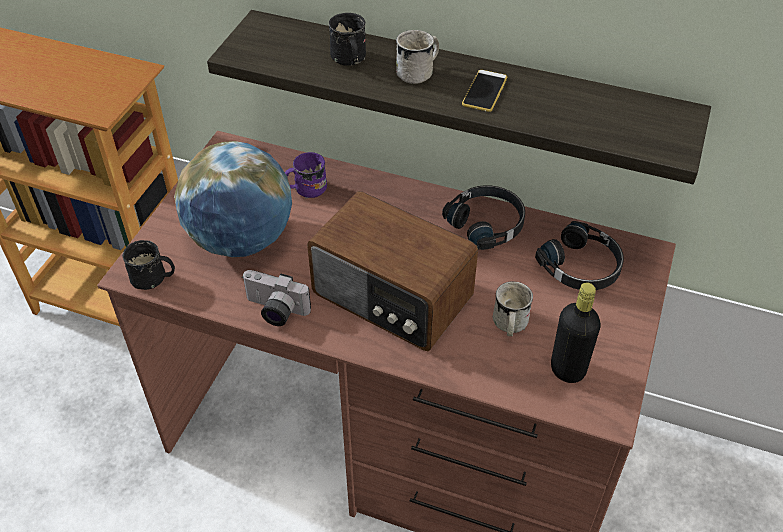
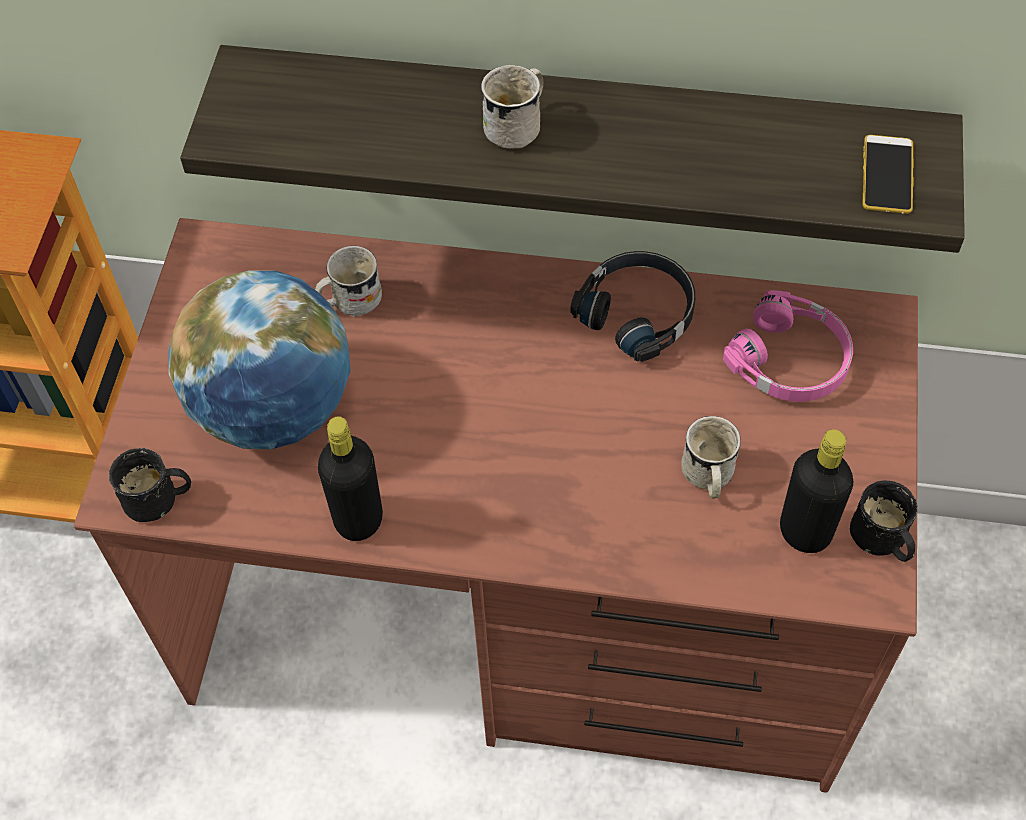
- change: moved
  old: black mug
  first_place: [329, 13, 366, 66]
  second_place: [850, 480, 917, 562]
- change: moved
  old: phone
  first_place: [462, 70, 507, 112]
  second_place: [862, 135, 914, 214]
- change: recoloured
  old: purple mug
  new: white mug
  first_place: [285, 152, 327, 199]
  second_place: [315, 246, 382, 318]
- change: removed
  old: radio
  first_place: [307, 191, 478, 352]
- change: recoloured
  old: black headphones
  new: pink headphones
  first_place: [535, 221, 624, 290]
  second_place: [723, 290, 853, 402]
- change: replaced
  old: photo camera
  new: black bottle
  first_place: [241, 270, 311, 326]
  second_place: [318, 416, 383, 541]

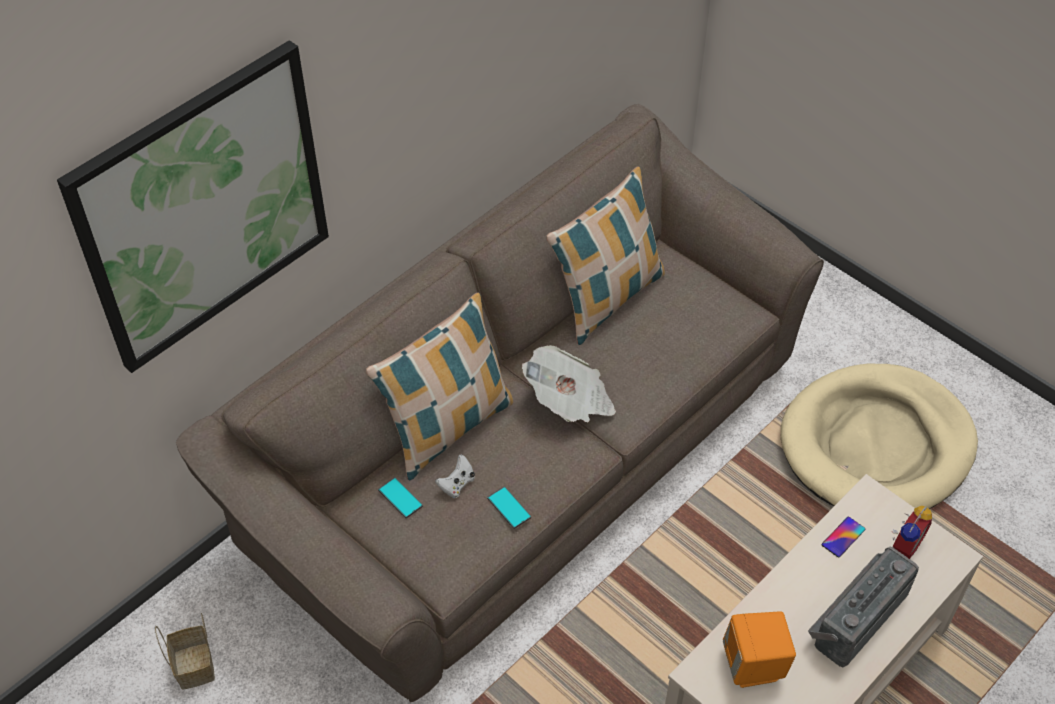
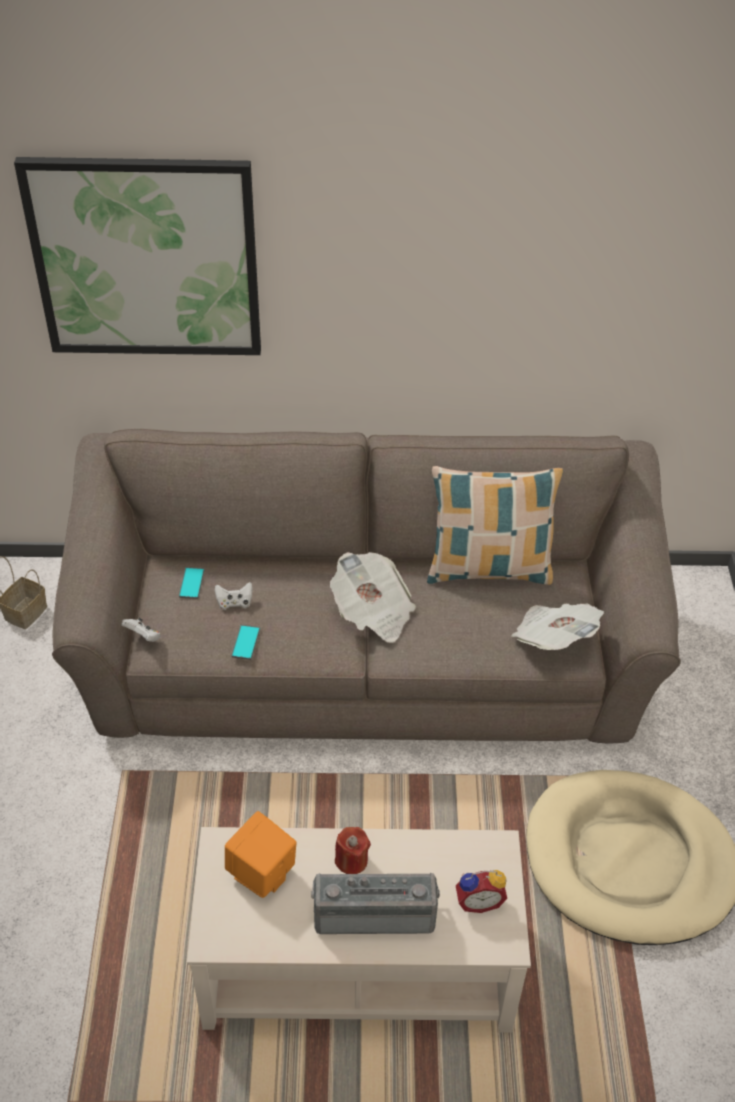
- change: removed
  old: pillow
  first_place: [366, 293, 513, 480]
- change: removed
  old: phone
  first_place: [822, 517, 865, 557]
- change: added
  new: newspaper
  second_place: [512, 603, 604, 650]
- change: added
  new: white game controller
  second_place: [122, 618, 161, 642]
- change: added
  new: red candle
  second_place: [335, 827, 371, 874]

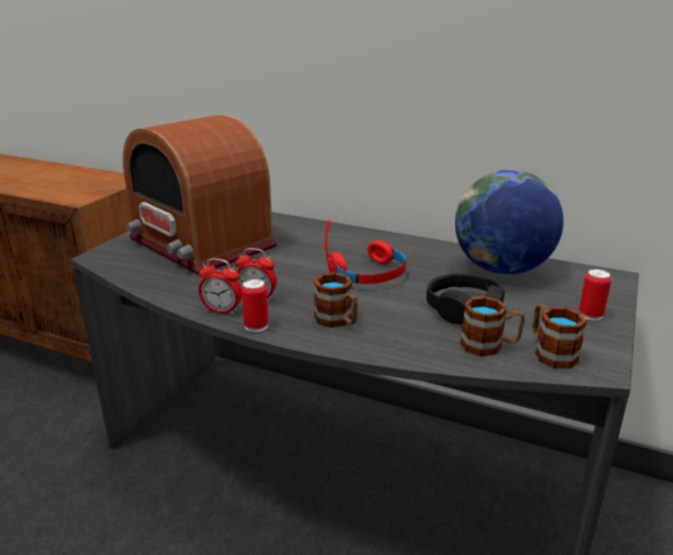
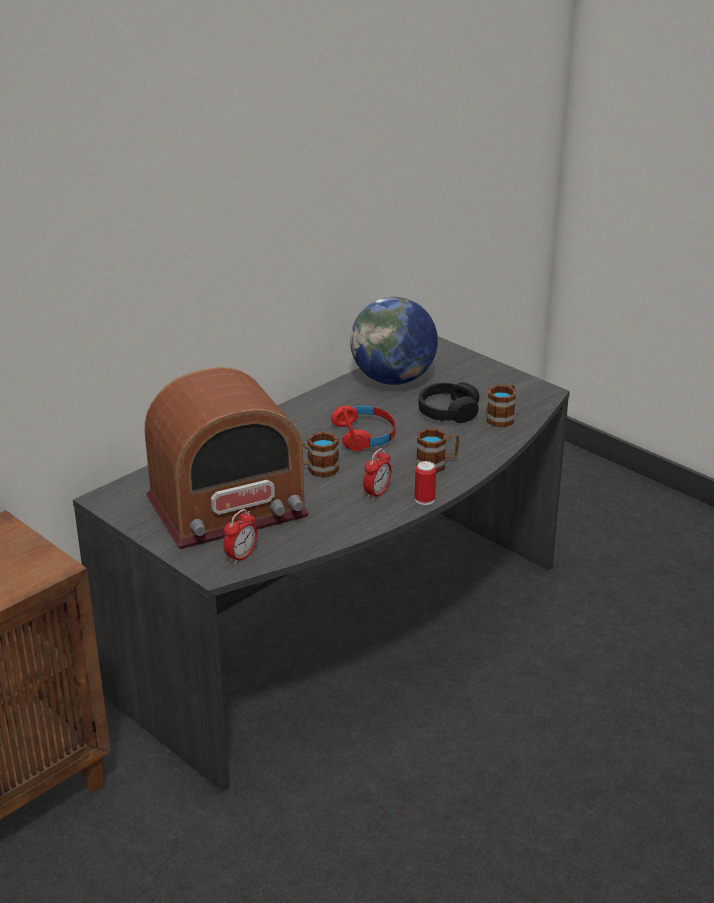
- change: moved
  old: alarm clock
  first_place: [199, 258, 242, 315]
  second_place: [223, 509, 257, 564]
- change: removed
  old: can
  first_place: [579, 269, 611, 321]
- change: moved
  old: mug
  first_place: [533, 305, 587, 369]
  second_place: [302, 432, 339, 478]

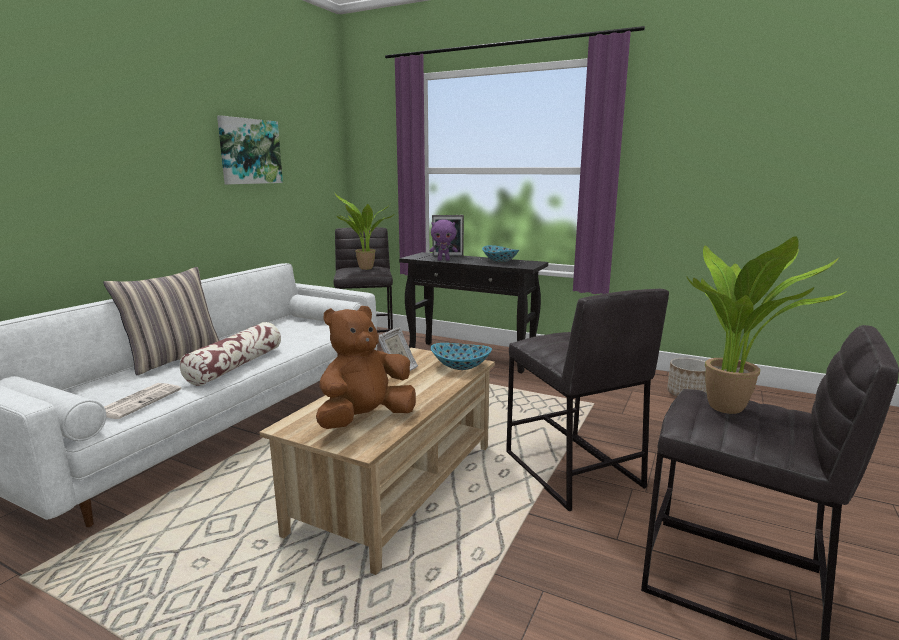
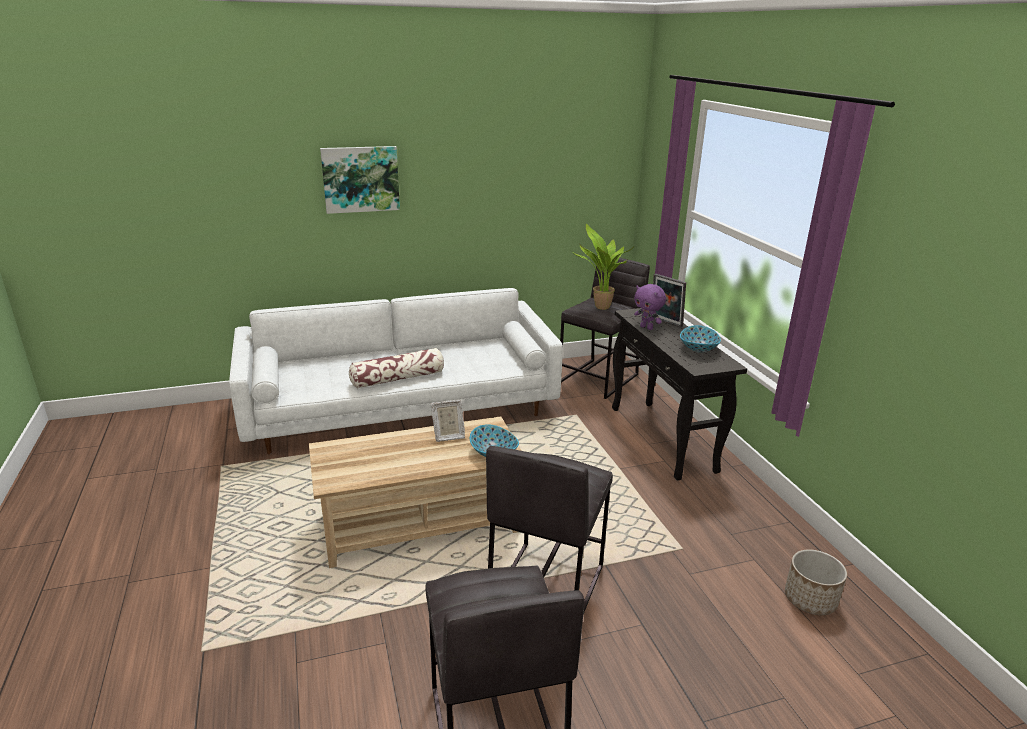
- change: moved
  old: picture
  first_place: [217, 115, 283, 184]
  second_place: [320, 146, 400, 214]
- change: removed
  old: potted plant
  first_place: [686, 236, 847, 414]
- change: removed
  old: pillow
  first_place: [103, 267, 220, 375]
- change: removed
  old: brown plush toy
  first_place: [316, 306, 416, 429]
- change: removed
  old: newspaper
  first_place: [104, 383, 182, 419]

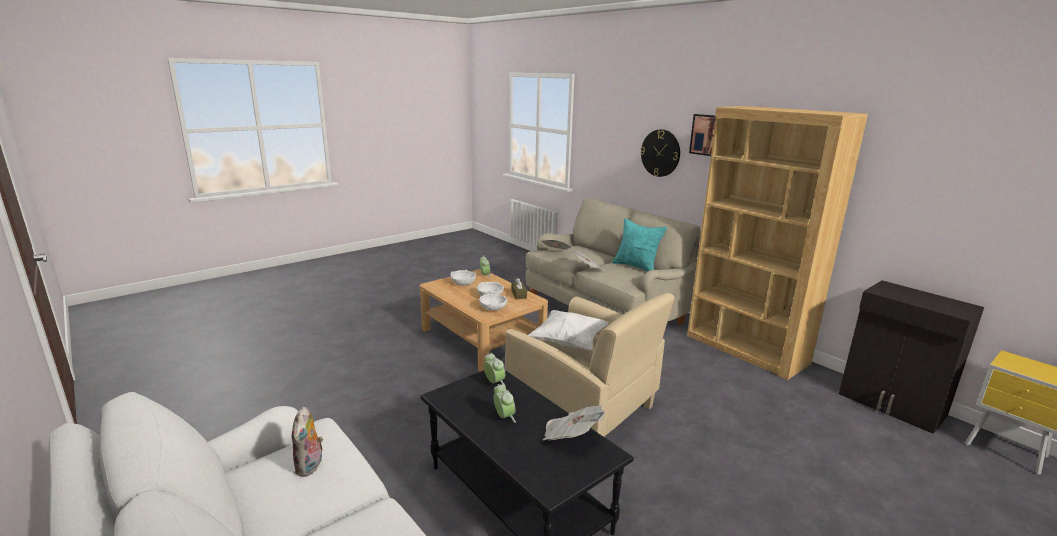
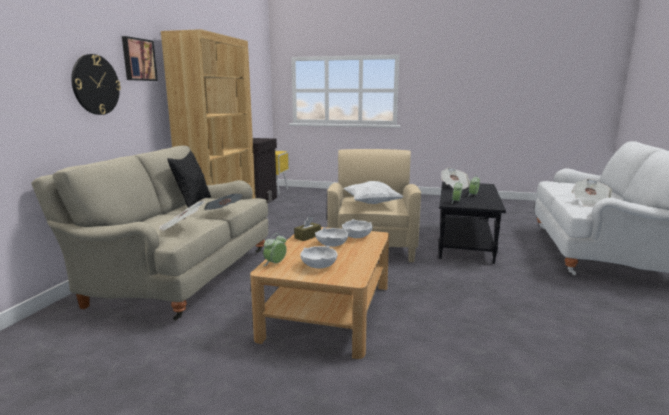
- change: recoloured
  old: turquoise pillow
  new: black pillow
  first_place: [612, 218, 667, 272]
  second_place: [167, 151, 211, 208]
- change: replaced
  old: plush toy
  new: newspaper
  first_place: [292, 407, 323, 477]
  second_place: [572, 179, 612, 207]

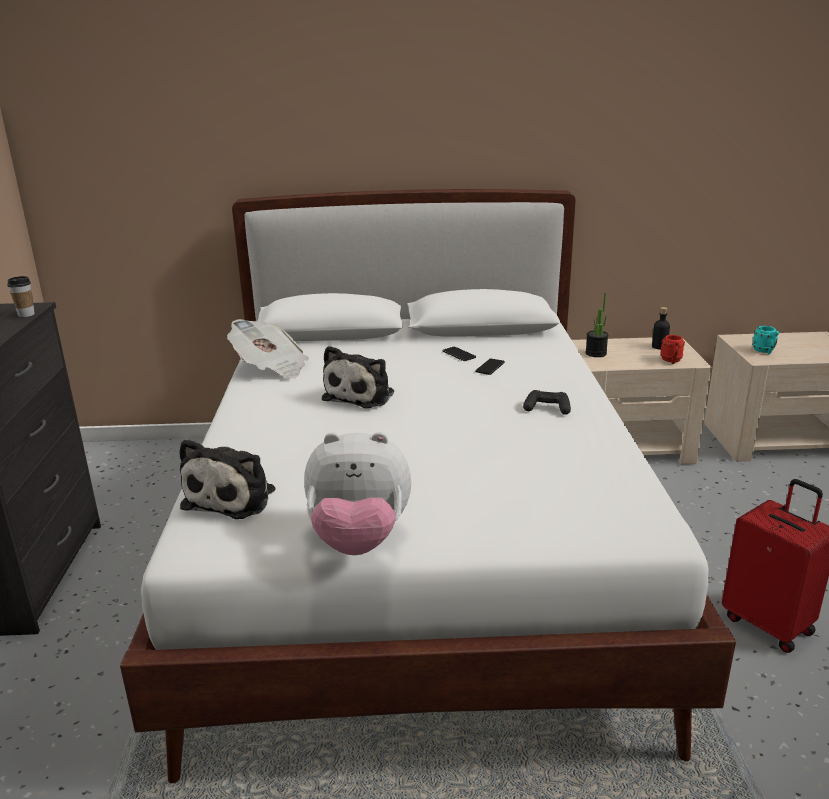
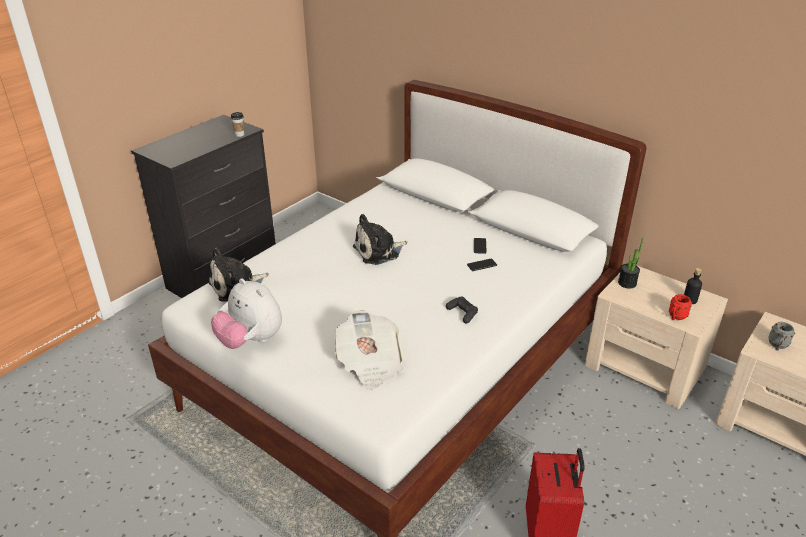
- change: moved
  old: newspaper
  first_place: [227, 319, 309, 378]
  second_place: [335, 310, 404, 390]
- change: recoloured
  old: turquoise mug
  new: grey mug
  first_place: [752, 326, 779, 354]
  second_place: [768, 322, 795, 350]

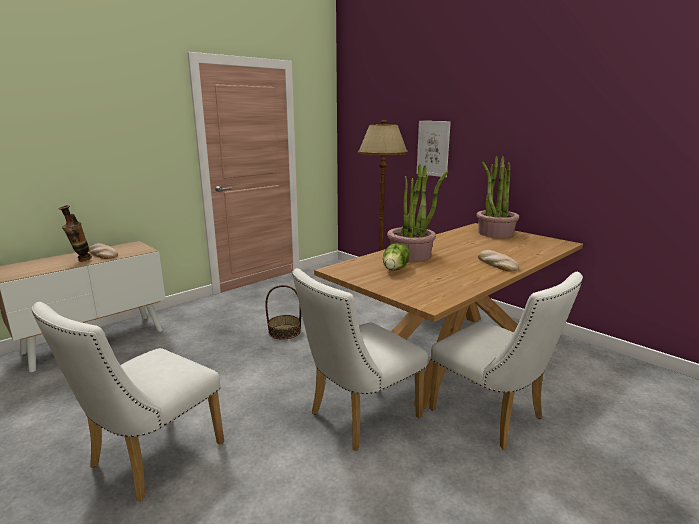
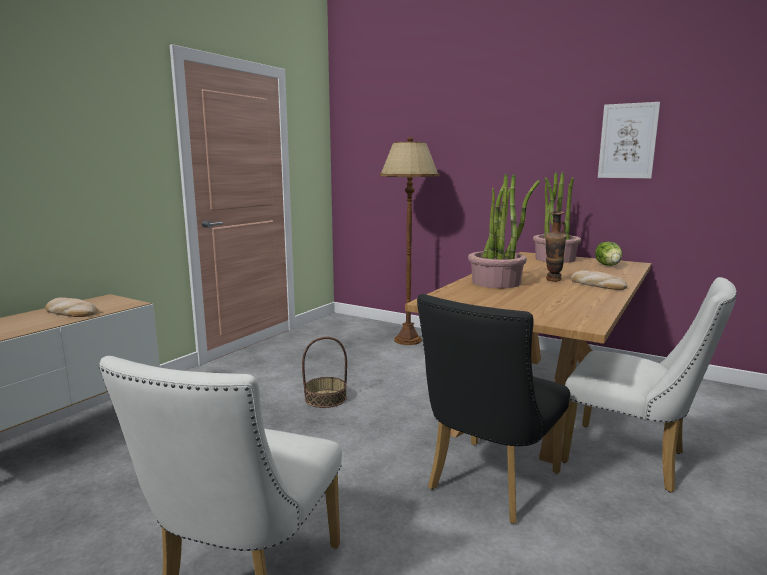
- change: moved
  old: picture
  first_place: [417, 121, 451, 177]
  second_place: [598, 102, 660, 179]
- change: moved
  old: vase
  first_place: [59, 205, 92, 262]
  second_place: [545, 211, 567, 282]
- change: moved
  old: lettuce
  first_place: [383, 243, 410, 271]
  second_place: [595, 242, 622, 266]
- change: recoloured
  old: white chair
  new: black chair
  first_place: [292, 268, 428, 451]
  second_place: [417, 294, 570, 524]

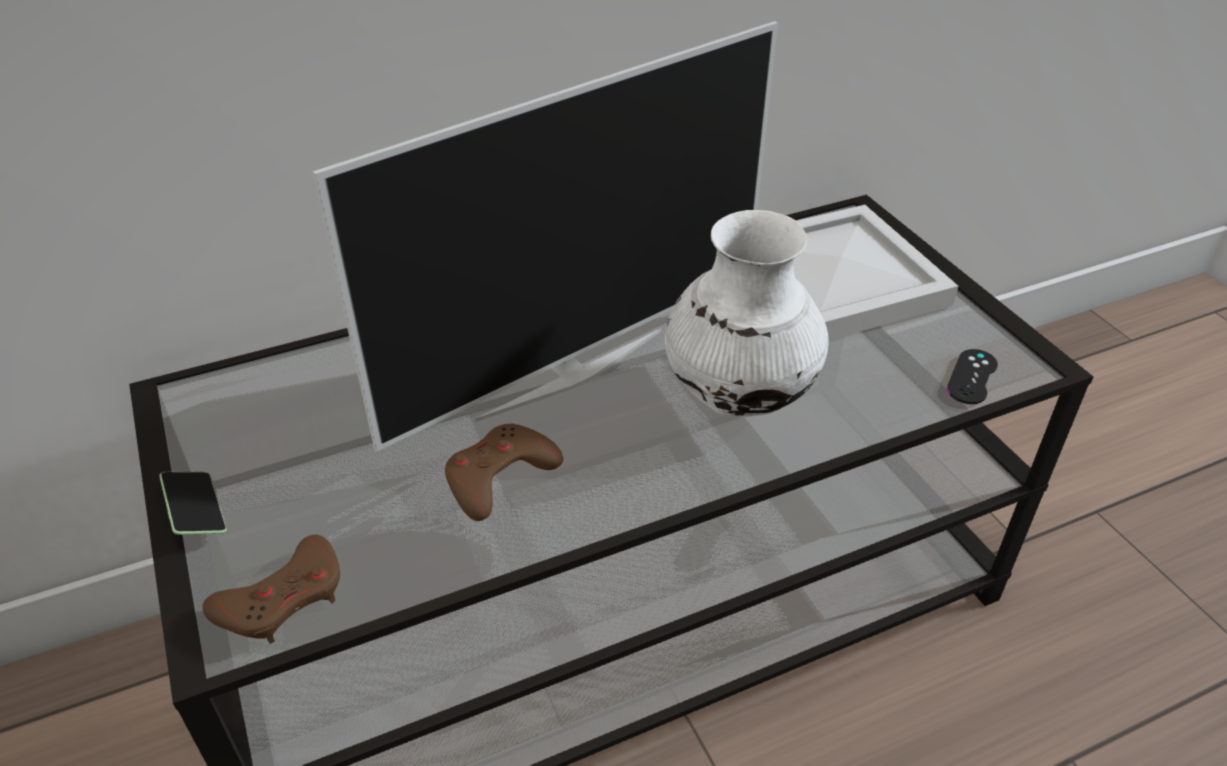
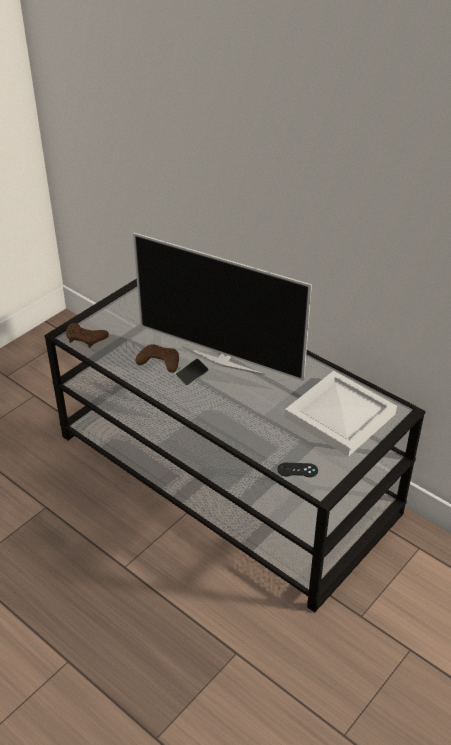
- change: removed
  old: white vase
  first_place: [665, 210, 829, 416]
- change: moved
  old: phone
  first_place: [159, 472, 227, 535]
  second_place: [175, 358, 209, 386]

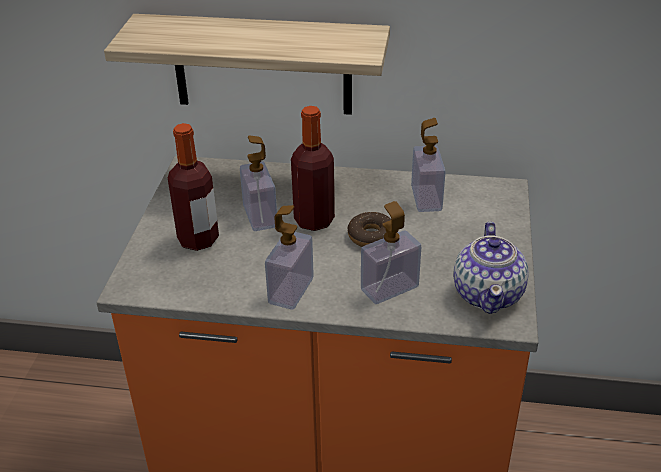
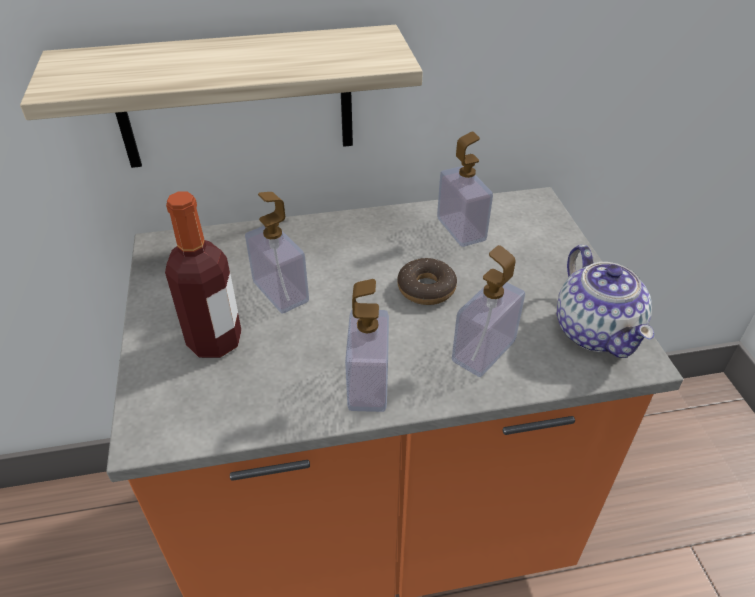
- change: removed
  old: bottle
  first_place: [291, 106, 335, 231]

